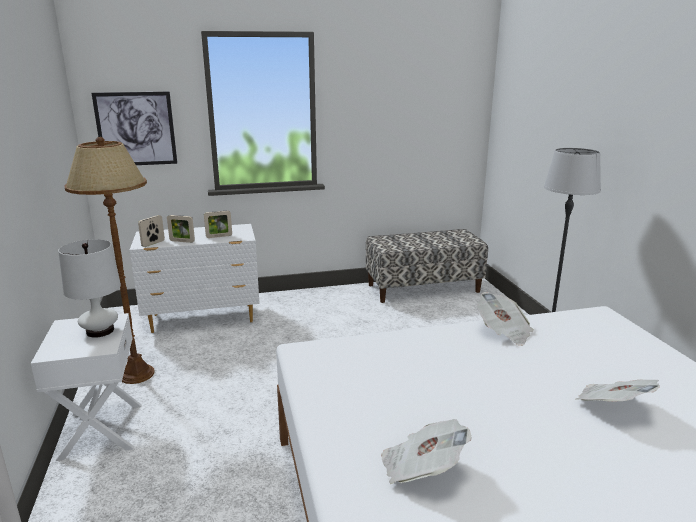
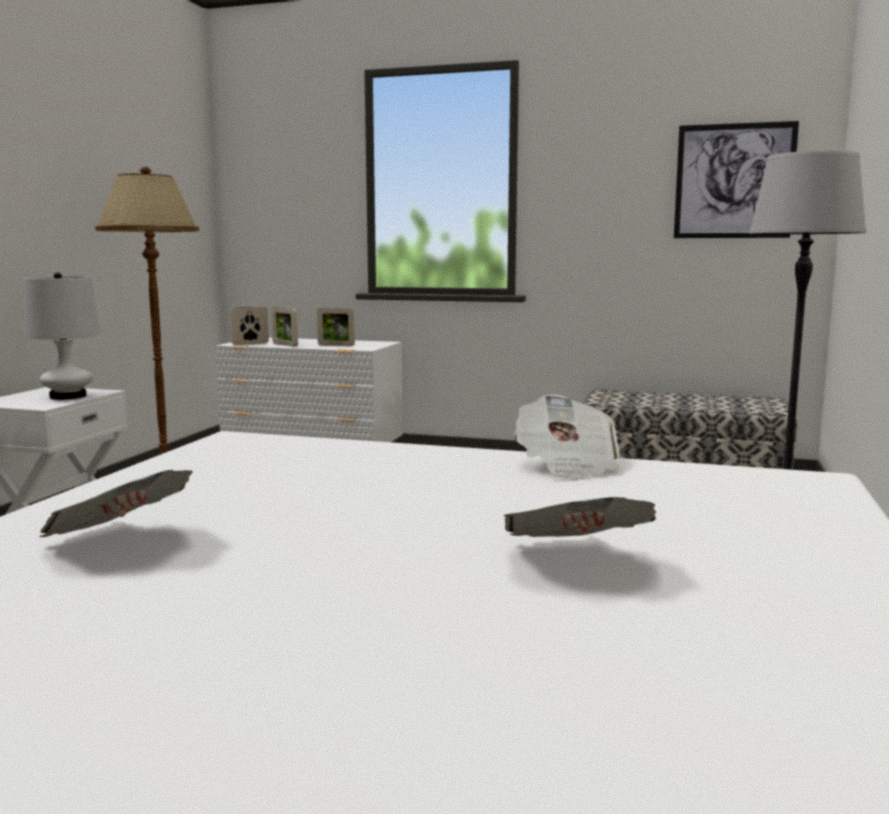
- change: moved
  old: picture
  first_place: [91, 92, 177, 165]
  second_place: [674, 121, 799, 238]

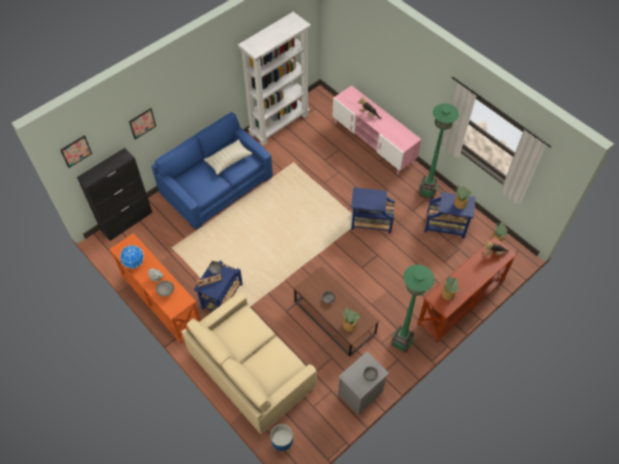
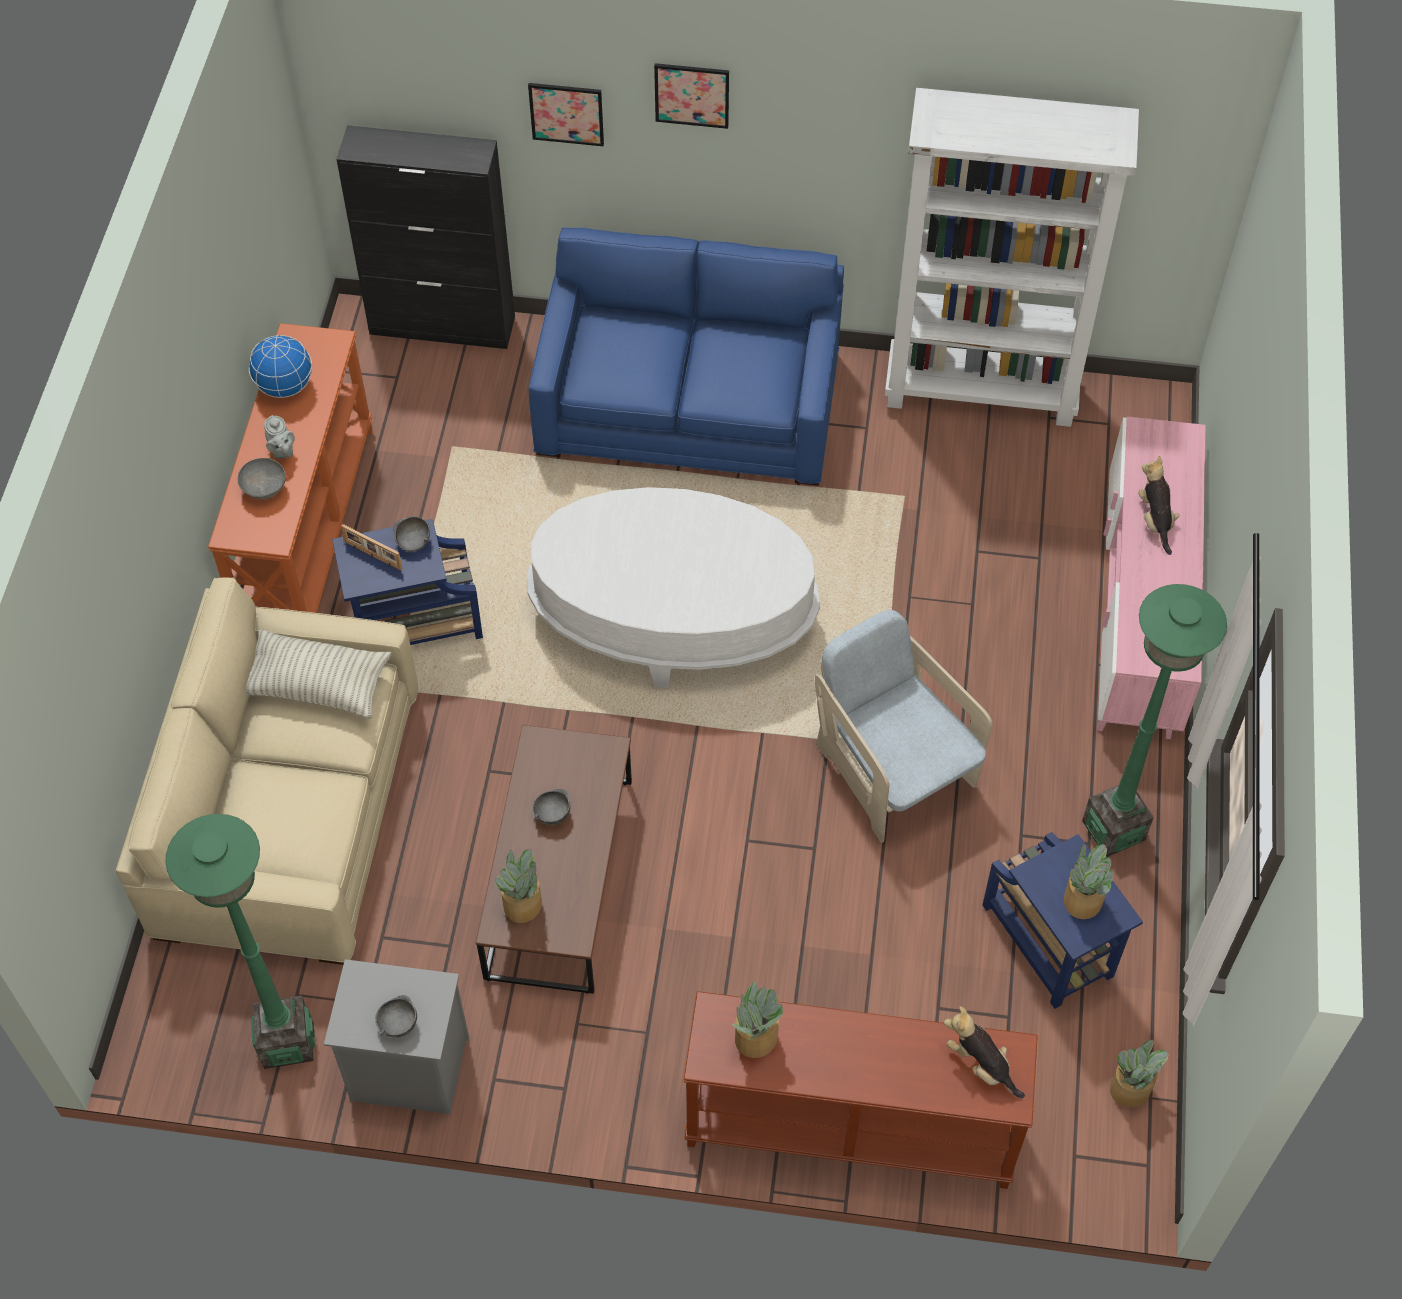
- change: moved
  old: picture
  first_place: [60, 135, 92, 168]
  second_place: [654, 63, 729, 129]
- change: moved
  old: pillow
  first_place: [204, 139, 253, 175]
  second_place: [246, 629, 392, 718]
- change: replaced
  old: blue side table
  new: beige armchair
  first_place: [351, 187, 395, 234]
  second_place: [815, 610, 993, 843]
- change: moved
  old: green floor lamp
  first_place: [391, 265, 434, 353]
  second_place: [165, 814, 315, 1069]
- change: removed
  old: planter
  first_place: [271, 424, 293, 452]
- change: added
  new: white coffee table
  second_place: [527, 487, 820, 688]

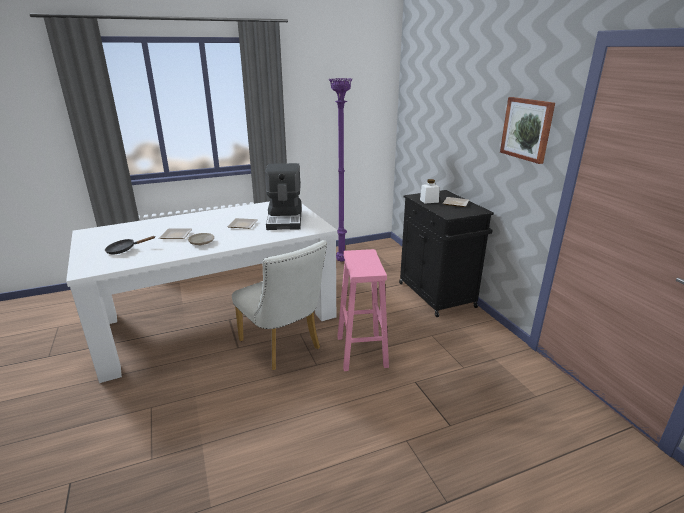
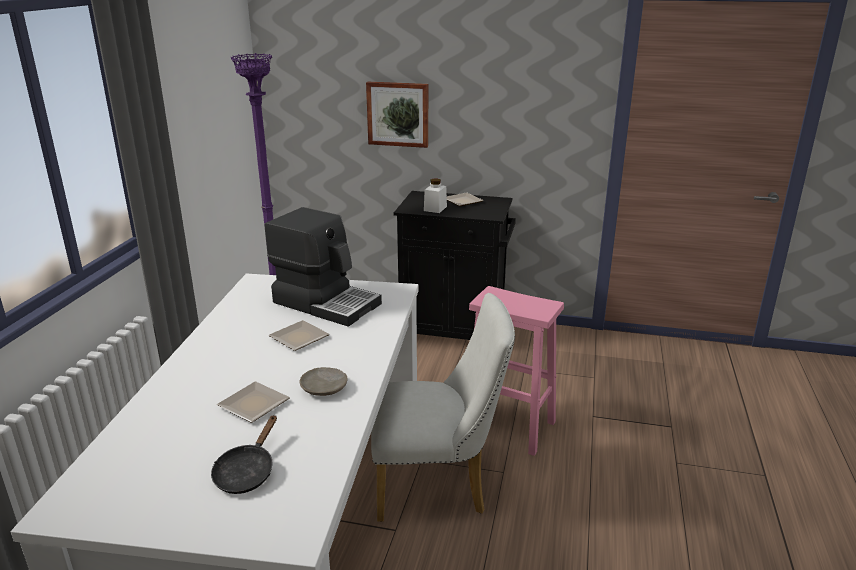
- change: moved
  old: picture
  first_place: [500, 97, 555, 164]
  second_place: [366, 82, 428, 148]

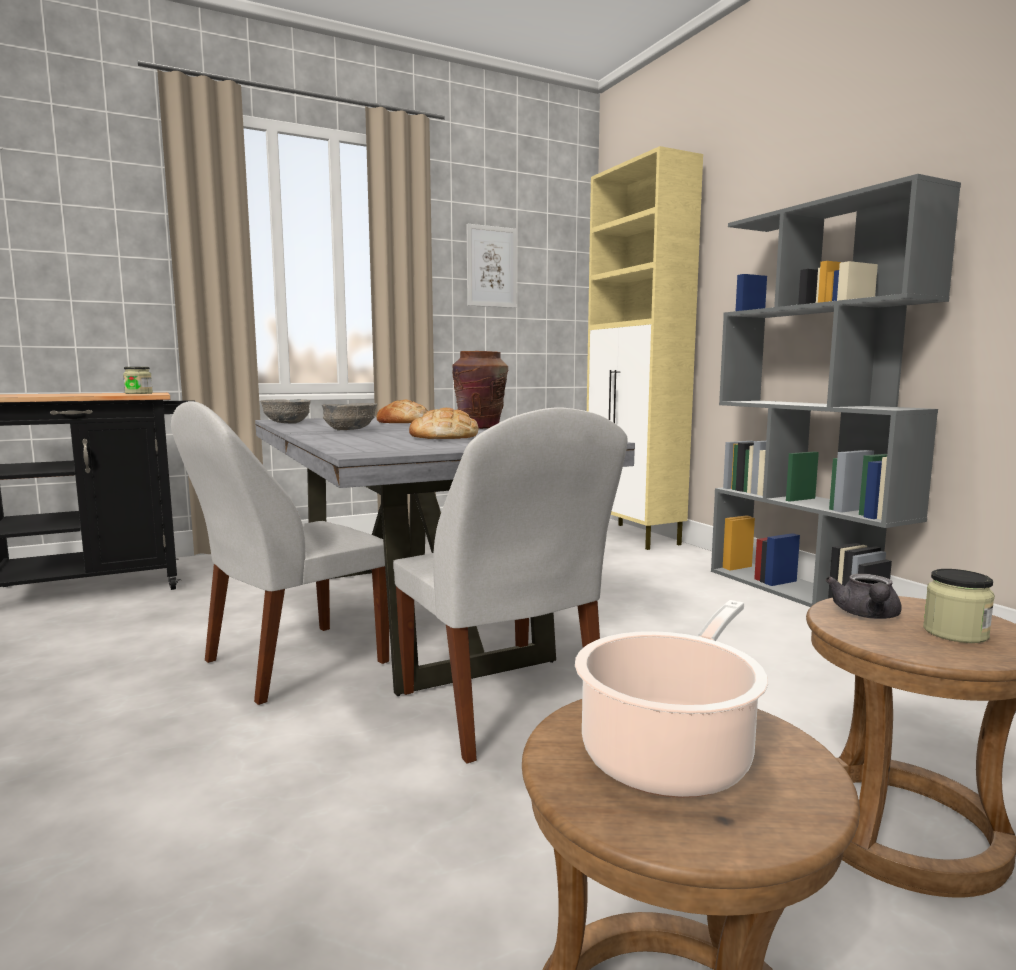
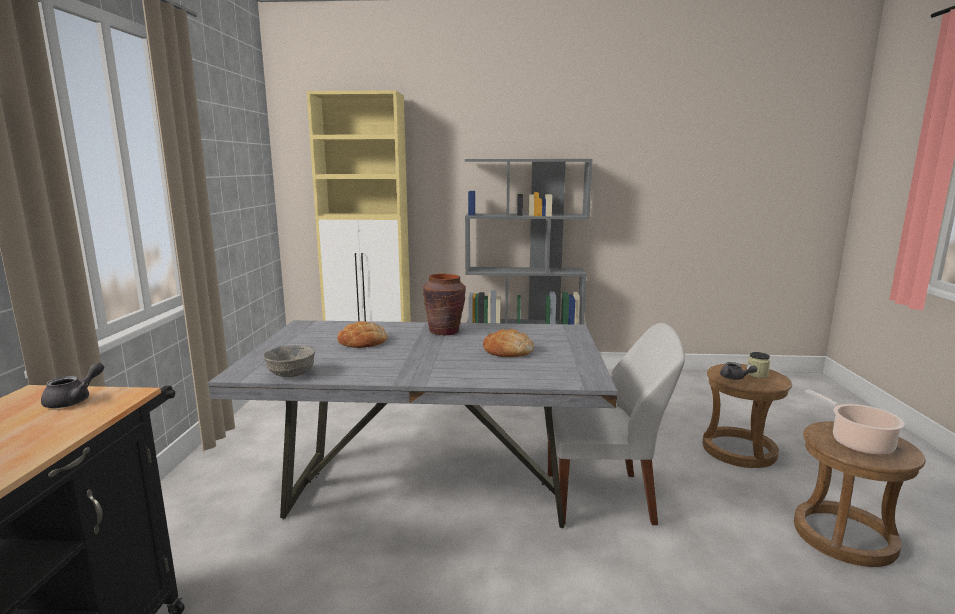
- change: removed
  old: picture
  first_place: [467, 224, 517, 308]
- change: replaced
  old: jar
  new: grey teapot
  first_place: [123, 367, 153, 394]
  second_place: [41, 362, 104, 408]
- change: removed
  old: white chair
  first_place: [171, 401, 389, 705]
- change: removed
  old: grey bowl
  first_place: [322, 403, 377, 430]

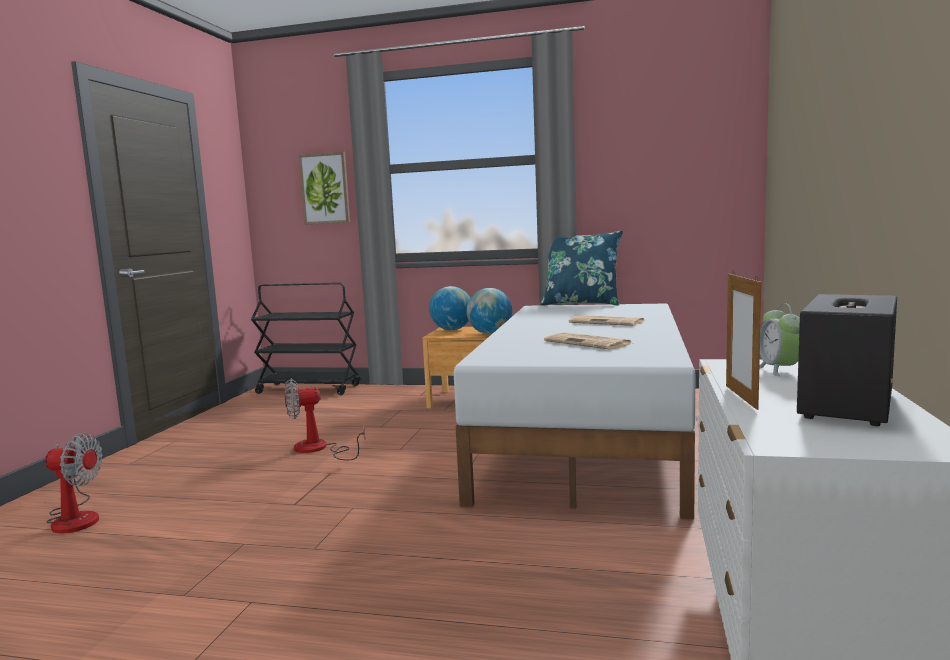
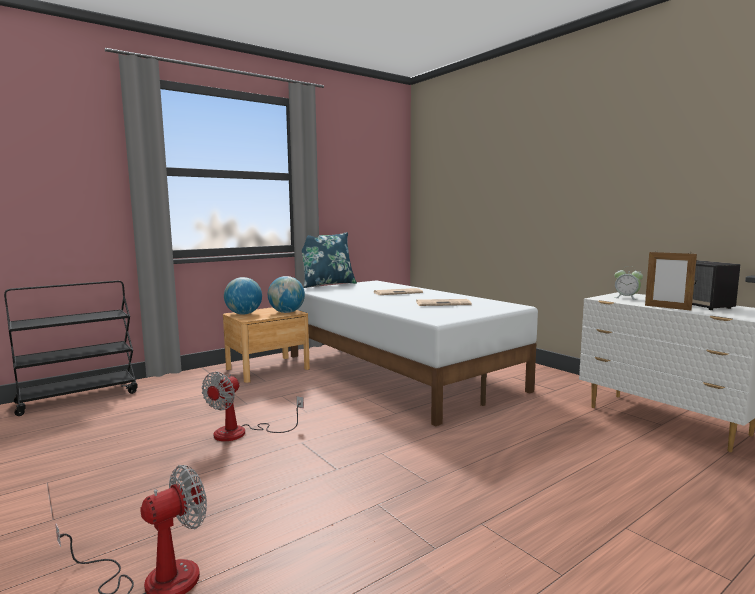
- change: removed
  old: picture
  first_place: [299, 152, 350, 225]

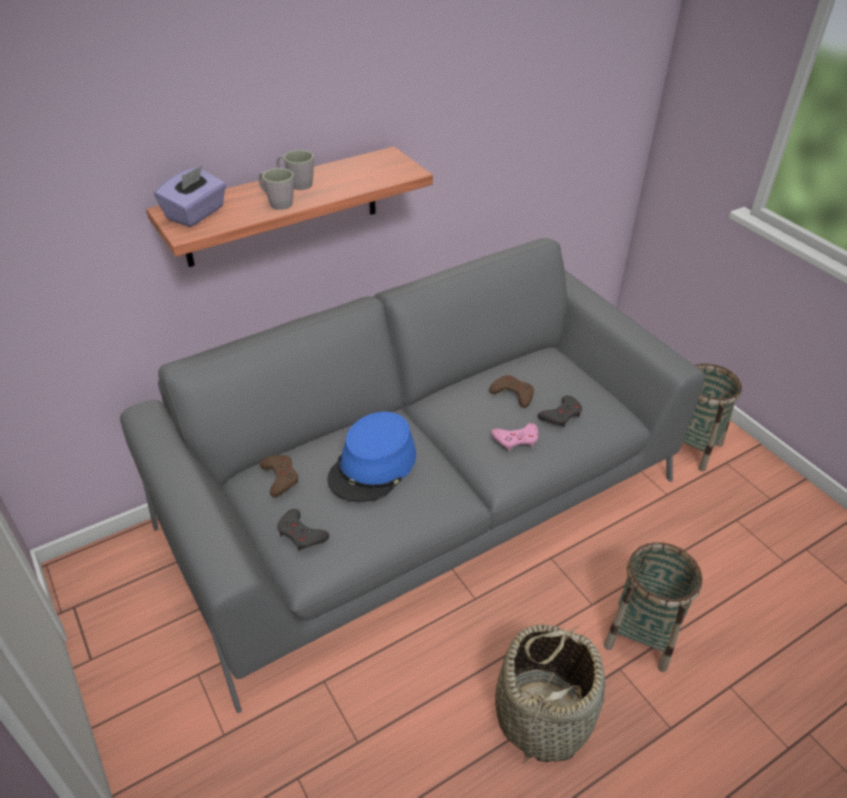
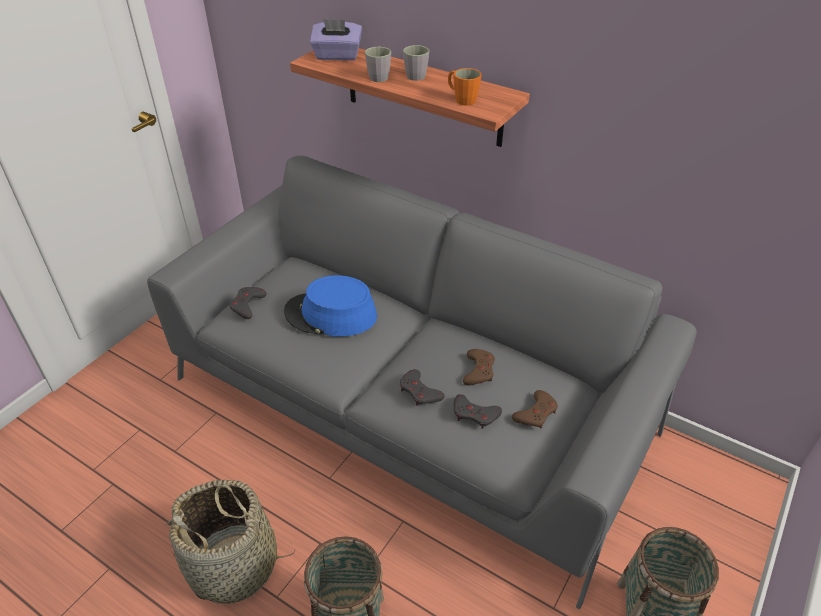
- change: recoloured
  old: pink game controller
  new: grey game controller
  first_place: [491, 423, 538, 451]
  second_place: [400, 369, 445, 406]
- change: moved
  old: brown game controller
  first_place: [260, 455, 298, 497]
  second_place: [512, 390, 558, 428]
- change: added
  new: orange mug
  second_place: [448, 68, 482, 106]

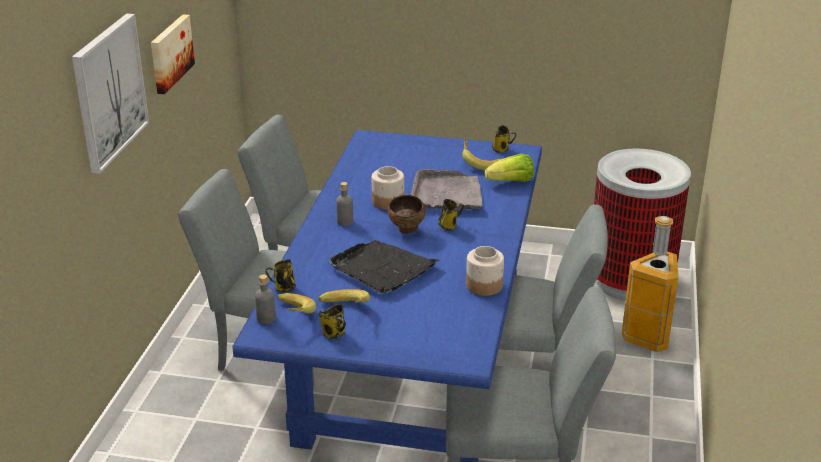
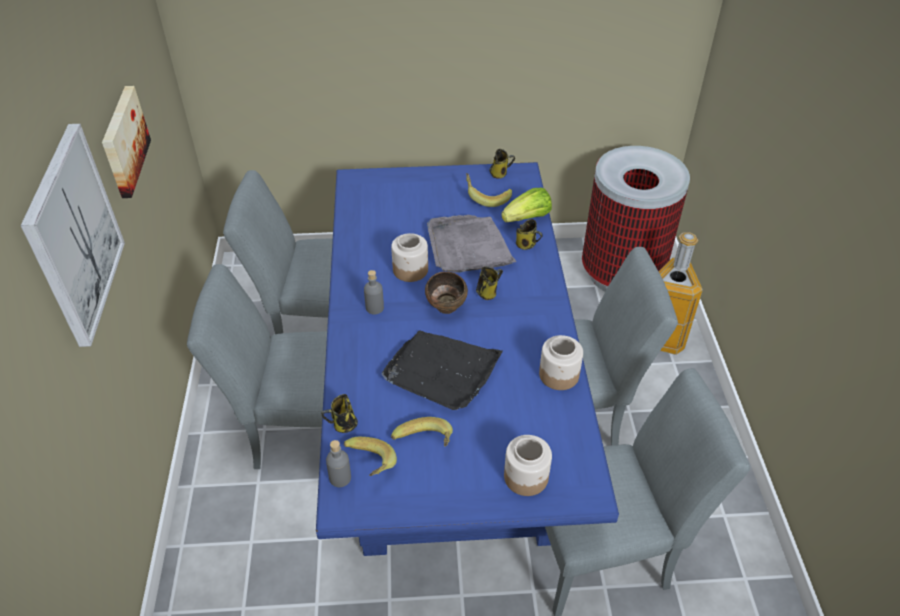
- change: moved
  old: mug
  first_place: [319, 304, 346, 339]
  second_place: [516, 219, 543, 250]
- change: added
  new: jar
  second_place: [504, 435, 552, 496]

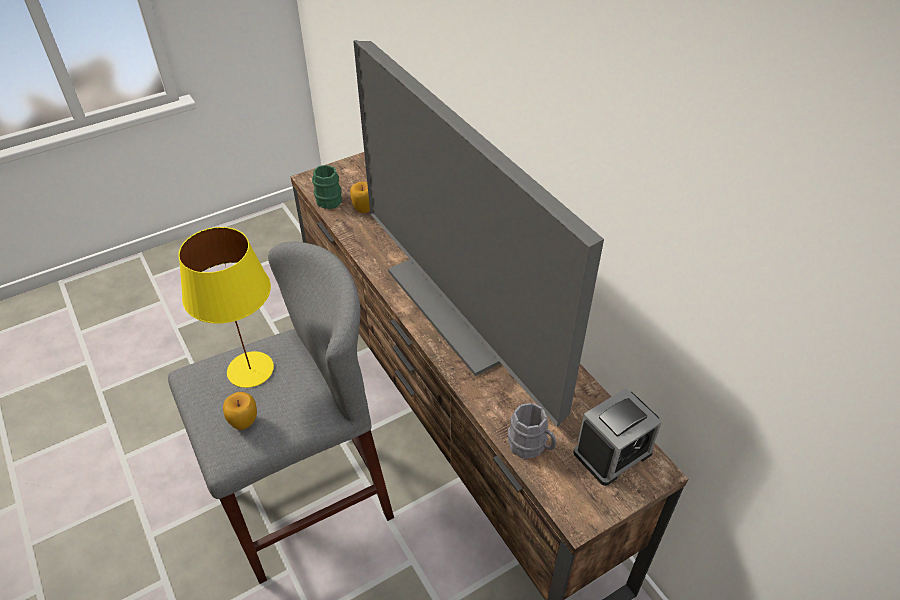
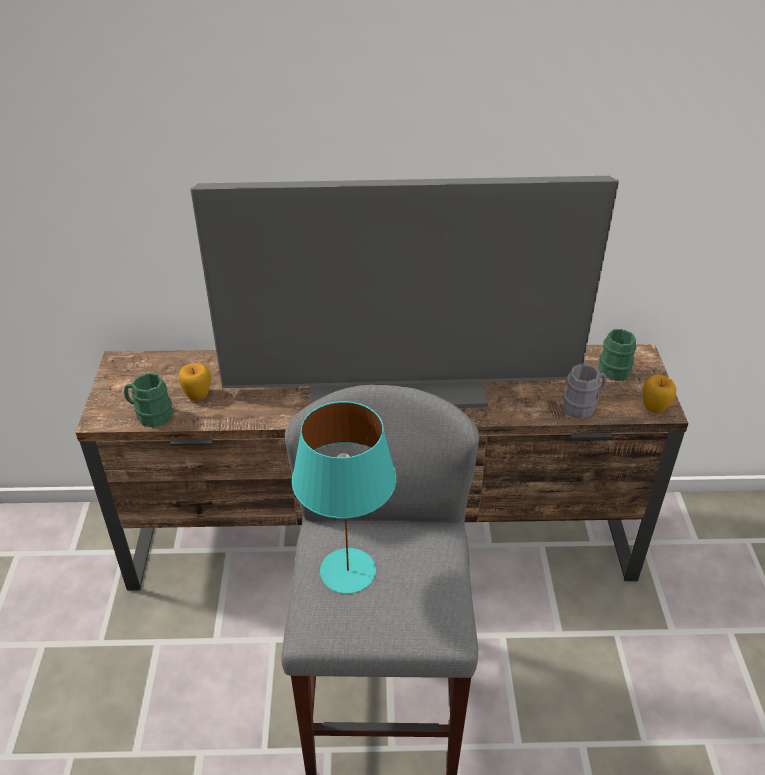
- change: recoloured
  old: yellow table lamp
  new: turquoise table lamp
  first_place: [178, 227, 274, 388]
  second_place: [292, 401, 396, 594]
- change: replaced
  old: alarm clock
  new: green mug
  first_place: [573, 388, 662, 486]
  second_place: [598, 329, 636, 381]
- change: moved
  old: apple
  first_place: [223, 392, 257, 430]
  second_place: [643, 374, 676, 413]

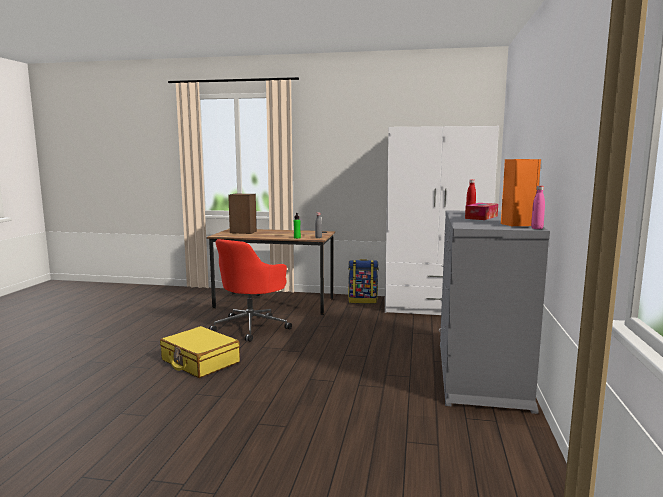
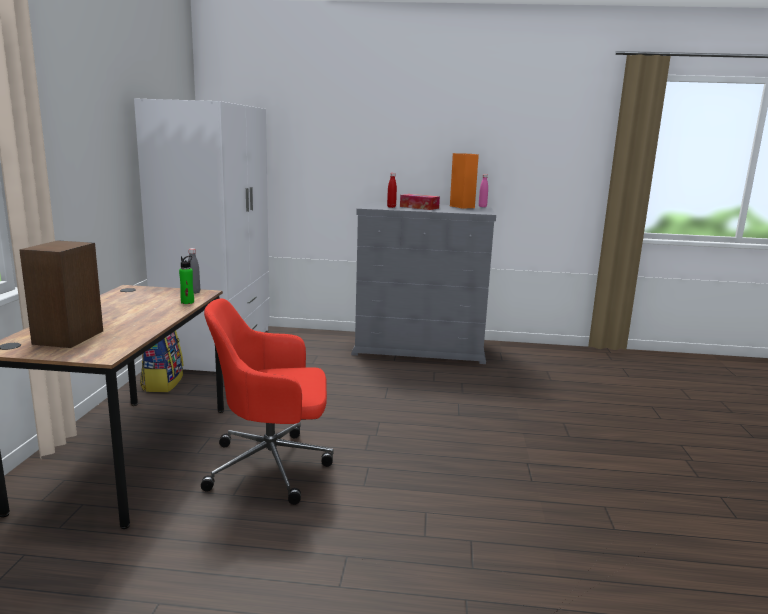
- change: turned
  old: red office chair
  first_place: [209, 239, 292, 342]
  second_place: [201, 298, 334, 505]
  degrees: 150
- change: removed
  old: yellow suitcase
  first_place: [160, 326, 240, 378]

